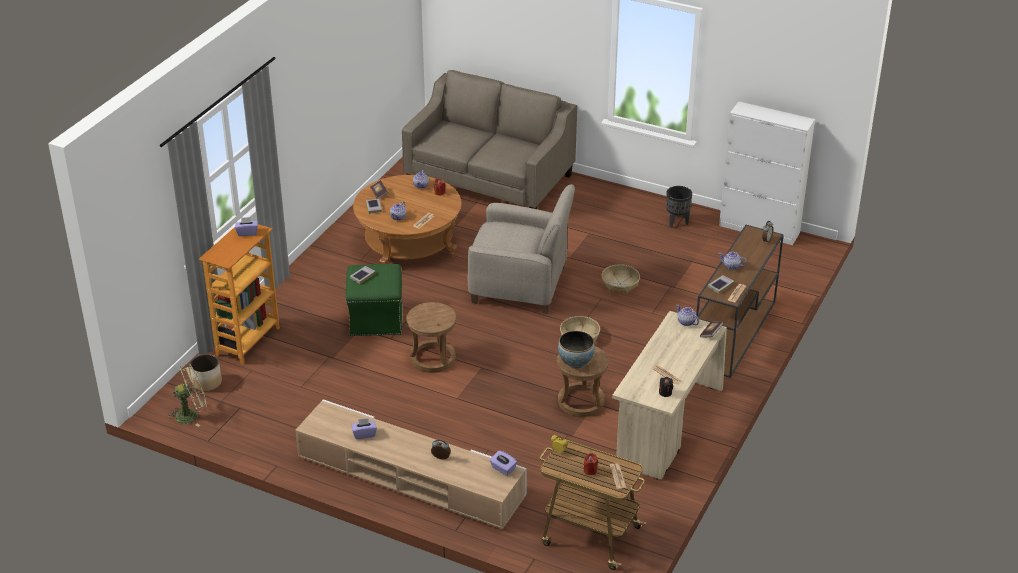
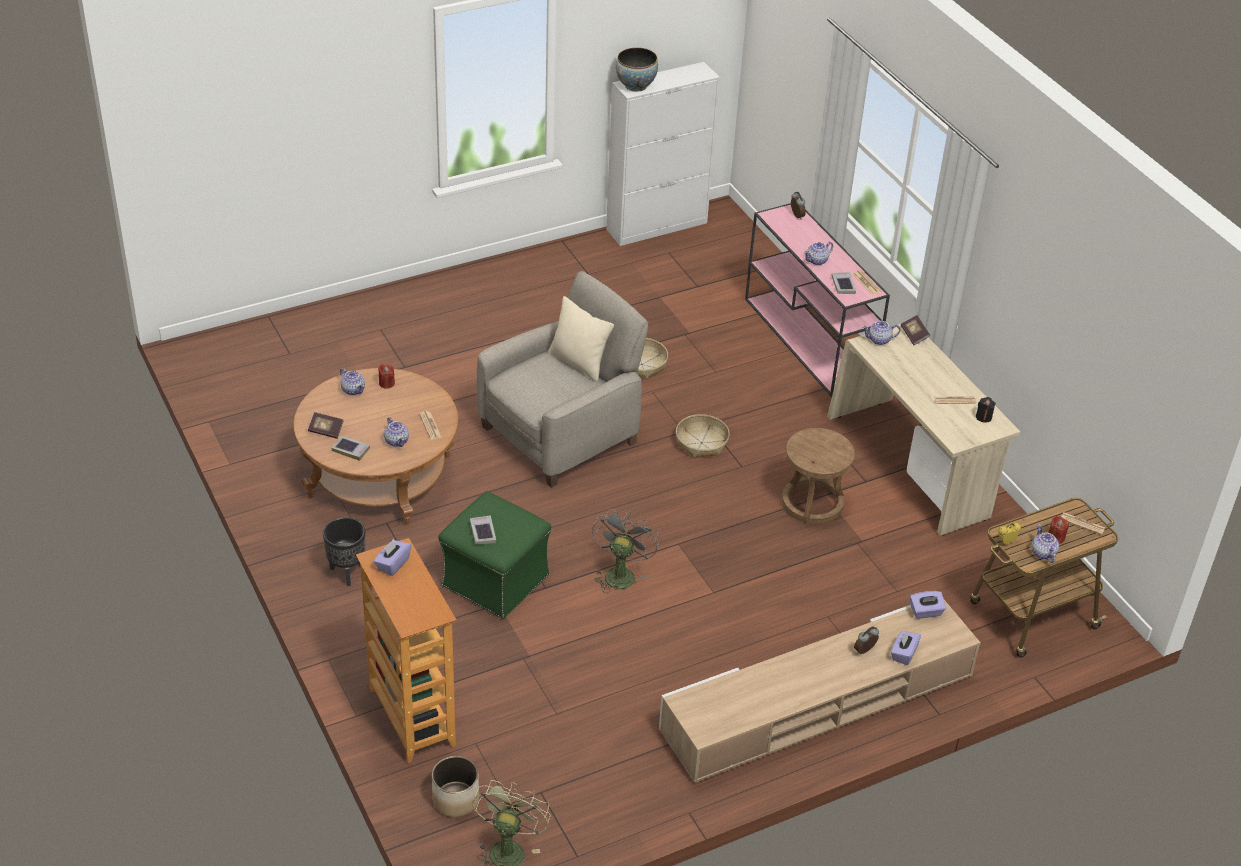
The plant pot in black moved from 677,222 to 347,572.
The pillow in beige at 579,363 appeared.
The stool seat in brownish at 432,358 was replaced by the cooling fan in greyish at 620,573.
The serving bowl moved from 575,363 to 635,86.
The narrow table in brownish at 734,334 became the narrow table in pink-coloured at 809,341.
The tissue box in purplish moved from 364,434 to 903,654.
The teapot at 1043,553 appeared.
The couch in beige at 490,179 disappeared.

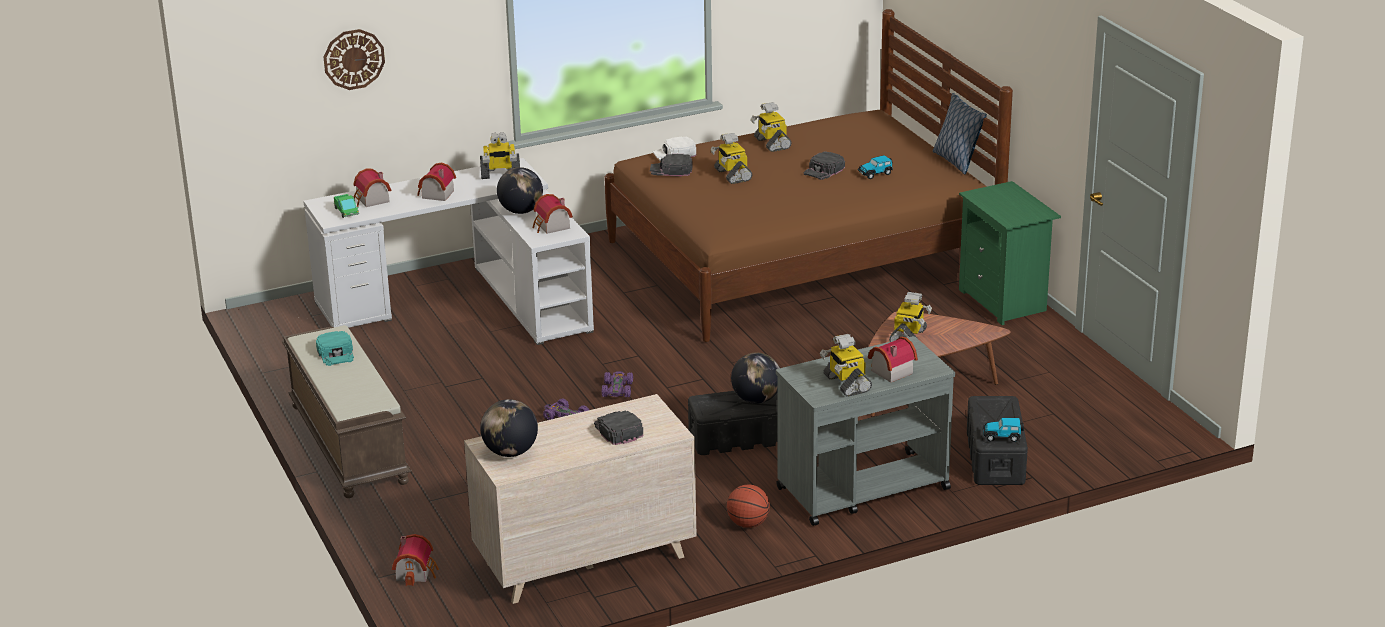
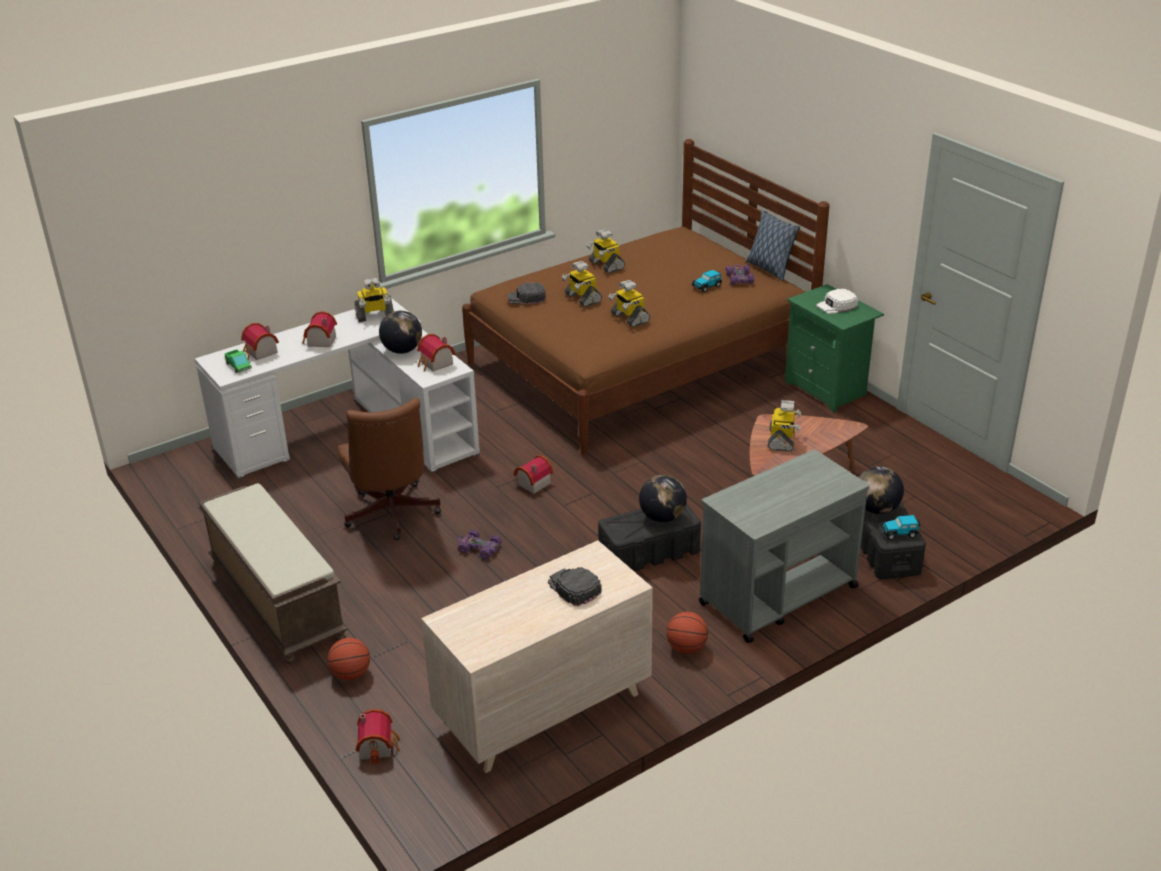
The basketball ball at 351,674 appeared.
The office chair in brownish at 391,516 appeared.
The model house moved from 889,371 to 531,484.
The toy robot moved from 846,383 to 629,318.
The model car in purplish moved from 617,389 to 739,278.
The baseball cap in white moved from 675,153 to 836,305.
The world globe moved from 510,452 to 876,509.
The baseball cap in turquoise at 336,353 disappeared.
The clock on the wall at 354,59 disappeared.
The baseball cap in black at 824,170 disappeared.

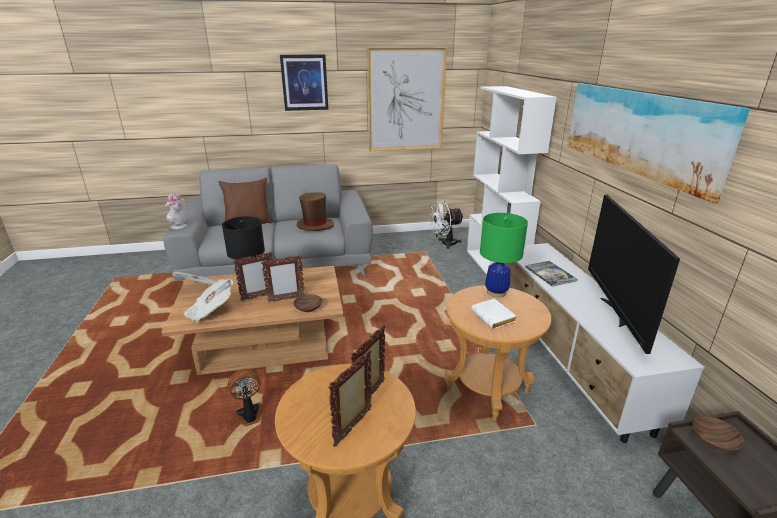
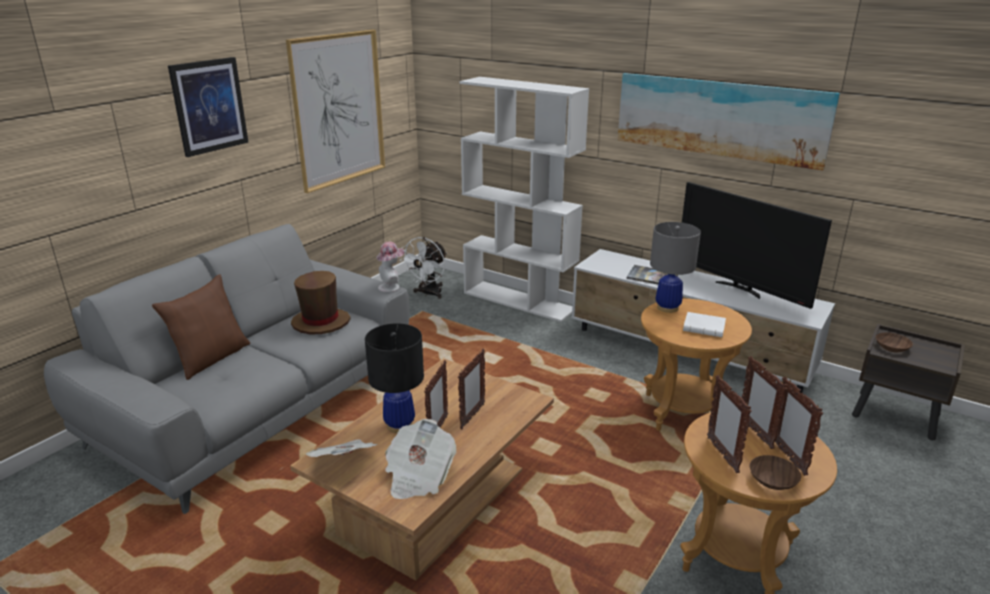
The hat moved from 180,226 to 391,287.
The lamp for a table in green-coloured at 496,292 became the lamp for a table in greyish at 667,308.
The picture frame at 722,455 appeared.
The serving bowl in brownish moved from 309,307 to 772,479.
The cooling fan at 249,416 disappeared.

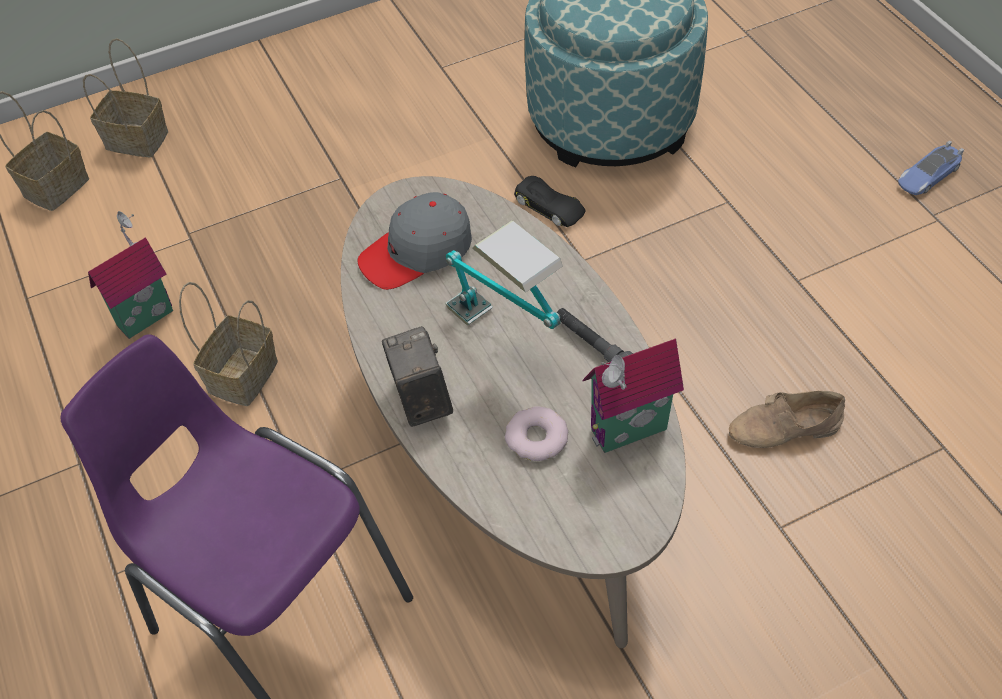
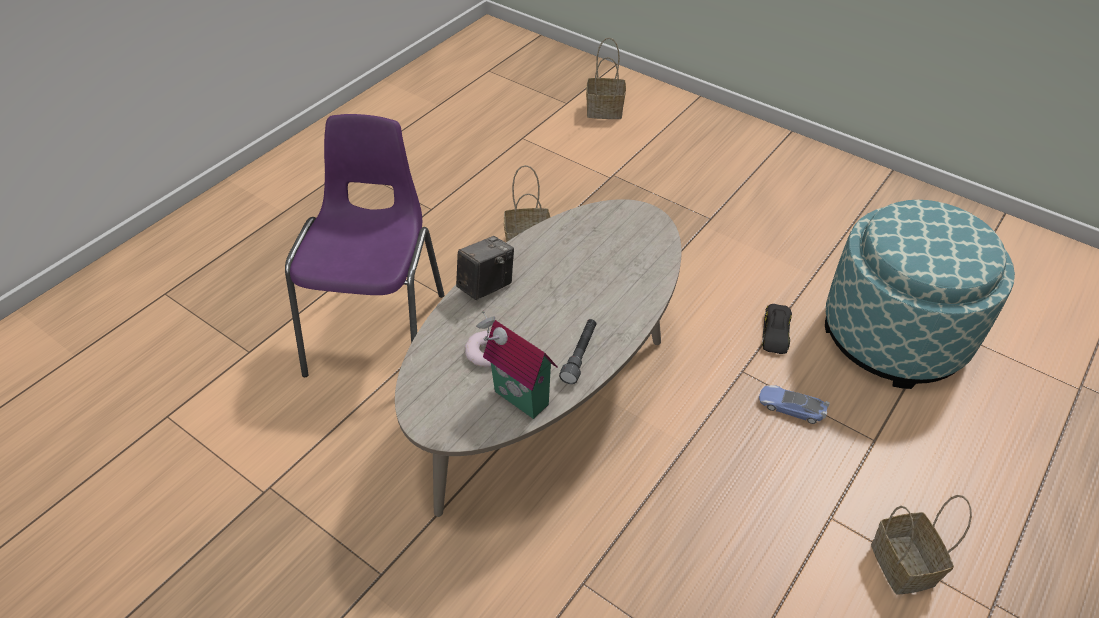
The model car moved from 928,175 to 791,407.
The storage basket moved from 134,140 to 900,562.
The model house at 143,315 disappeared.
The baseball cap in greyish at 417,252 disappeared.
The lamp for a table at 505,339 disappeared.
The item of footwear in beige at 785,430 disappeared.

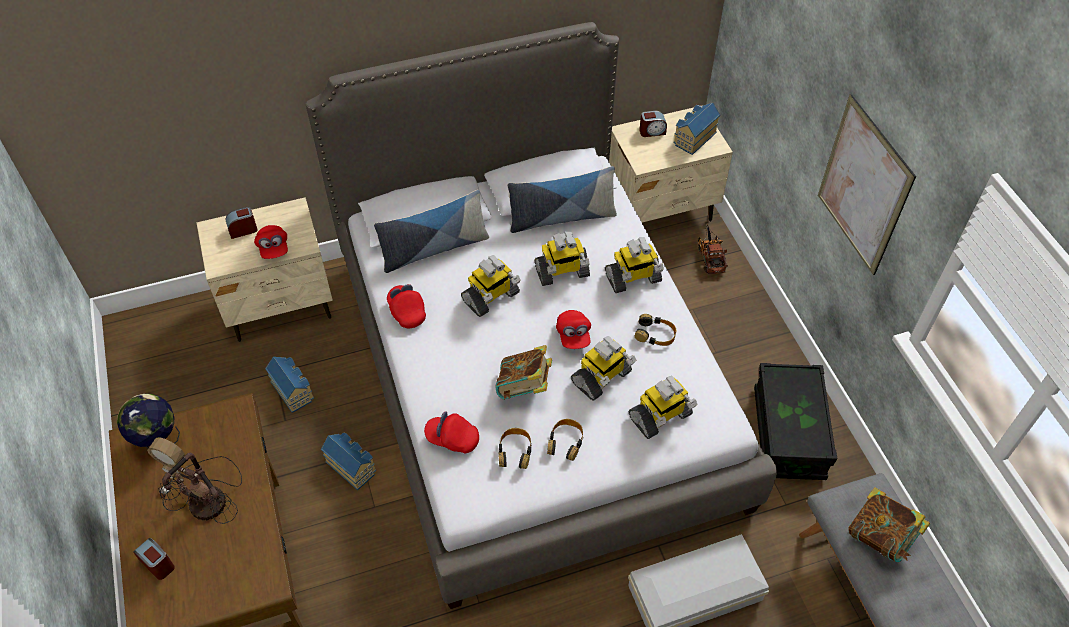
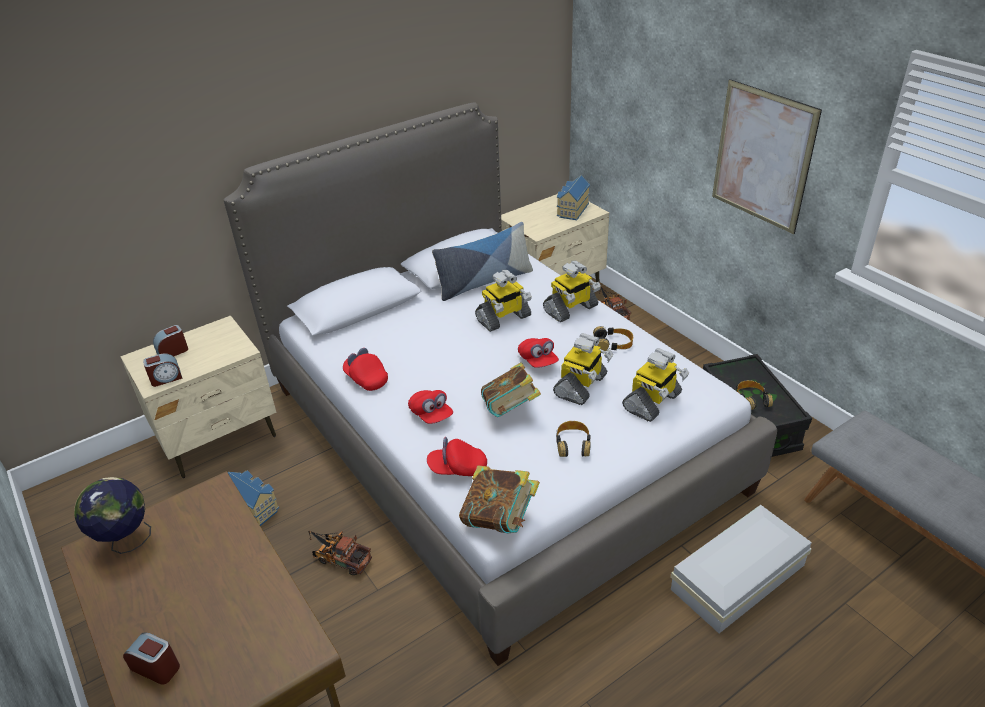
The table clock moved from 652,131 to 166,378.
The model house at 351,466 was replaced by the model truck at 339,558.
The baseball cap in reddish moved from 273,248 to 431,415.
The bound book moved from 881,537 to 499,519.
The headset moved from 515,451 to 752,399.
The lamp for a table at 209,506 disappeared.
The pillow at 434,249 disappeared.
The toy robot at 491,297 disappeared.

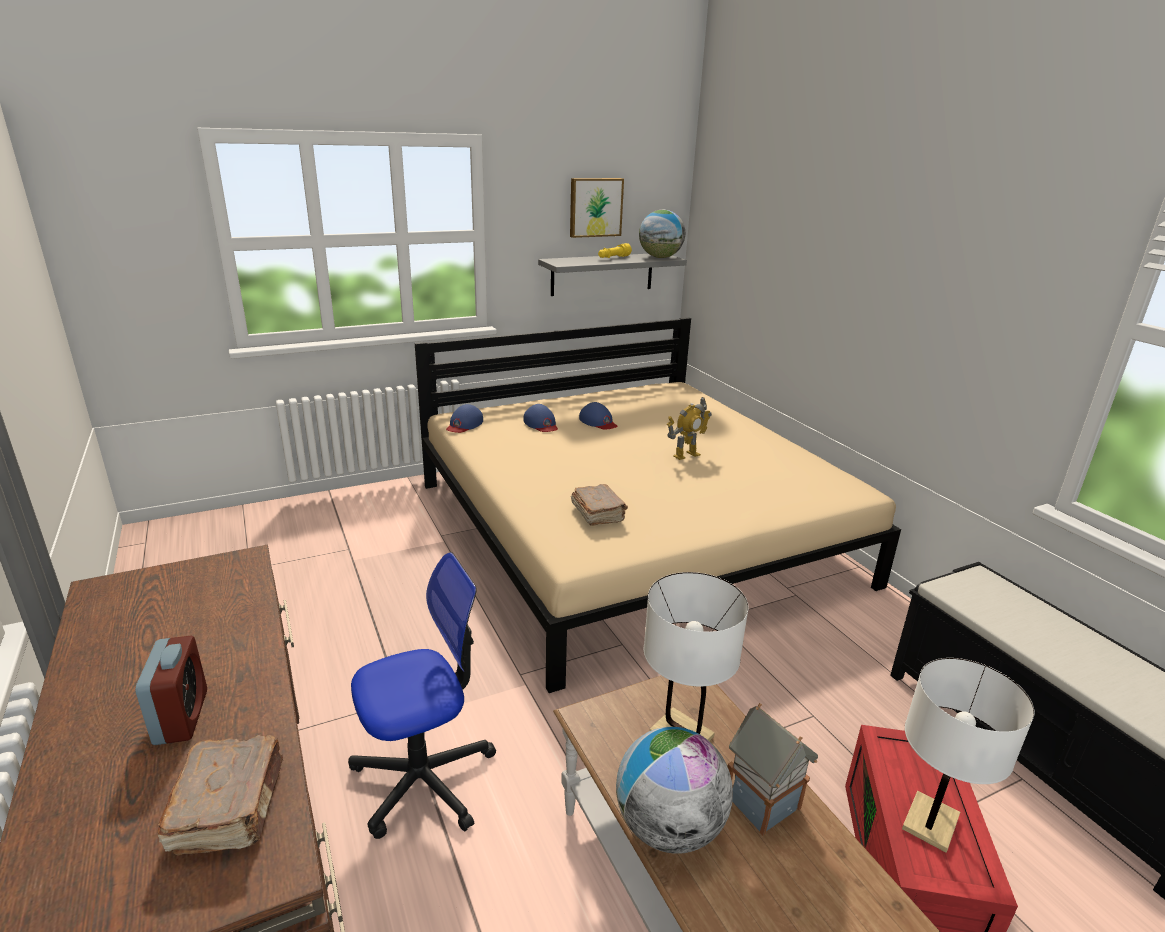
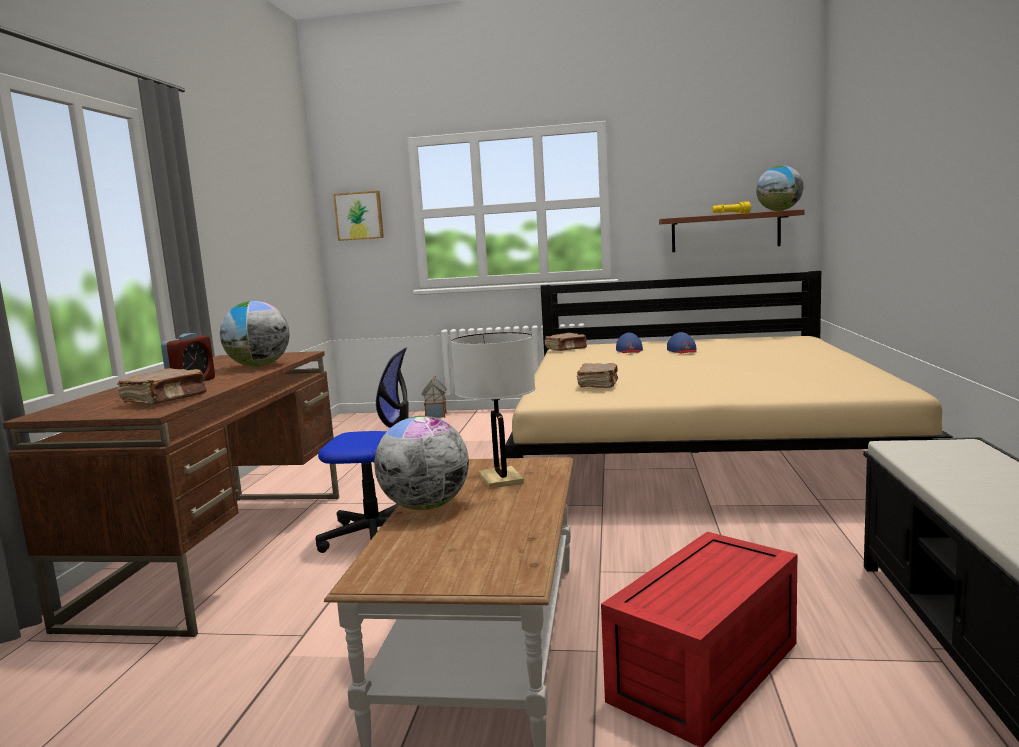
The world globe at 259,366 appeared.
The wall picture moved from 595,207 to 359,216.
The model house moved from 764,803 to 436,416.
The baseball cap in bluish at 464,424 was replaced by the bound book in brownish at 566,349.
The shelf in greyish at 602,274 became the shelf in brownish at 725,232.
The toy robot at 686,455 disappeared.
The lamp for a table in white at 930,822 disappeared.

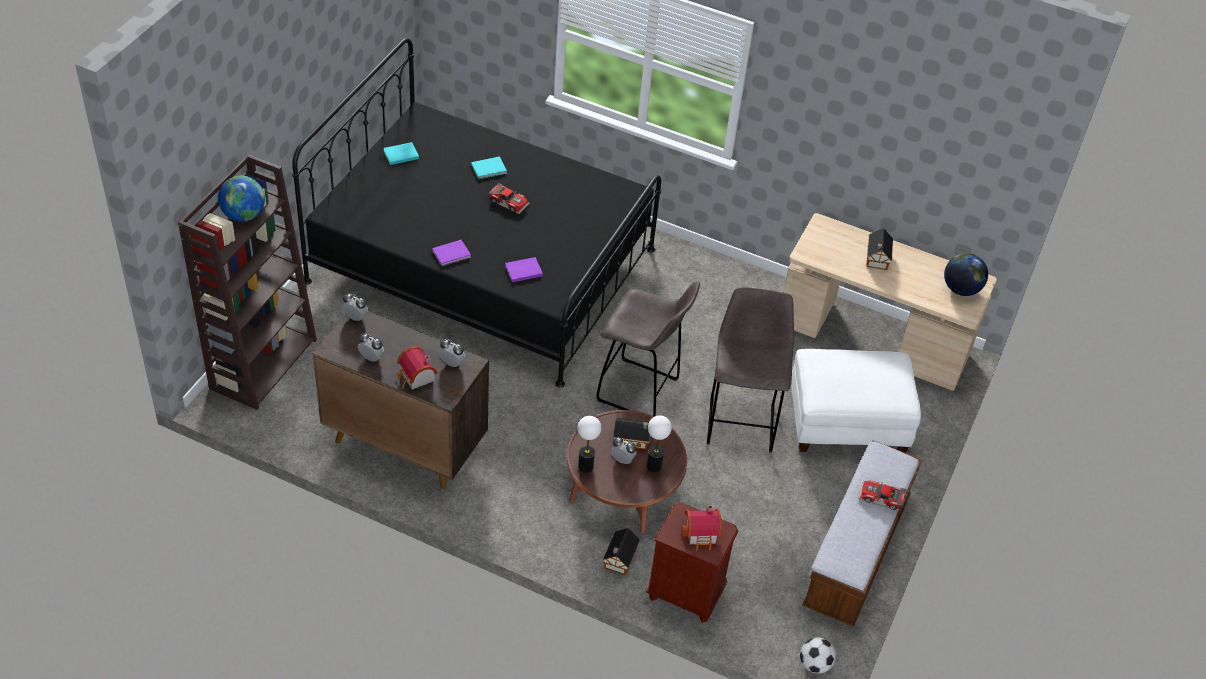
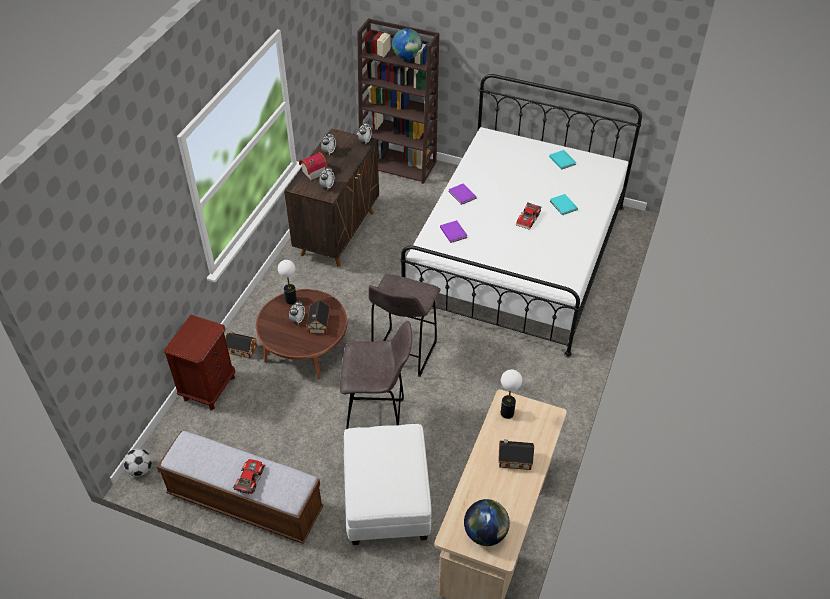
The sleeping bed in black at 482,265 became the sleeping bed in white at 517,254.
The lamp for a table moved from 653,466 to 507,413.
The model house at 702,535 disappeared.

